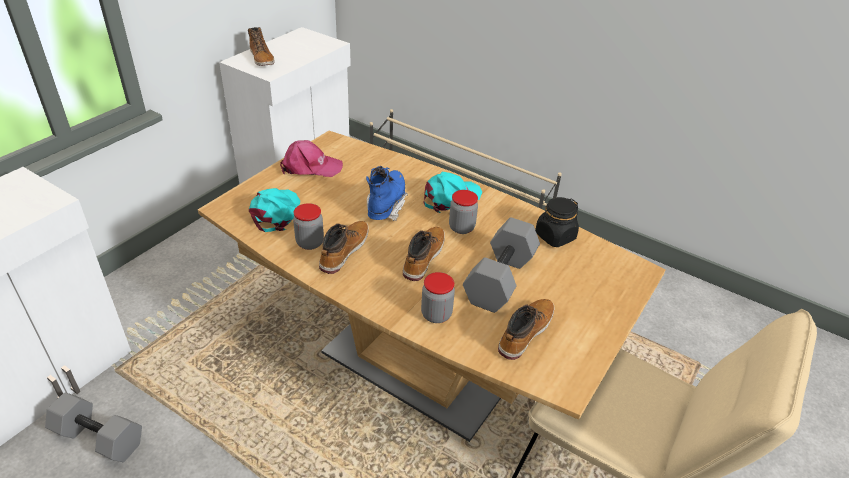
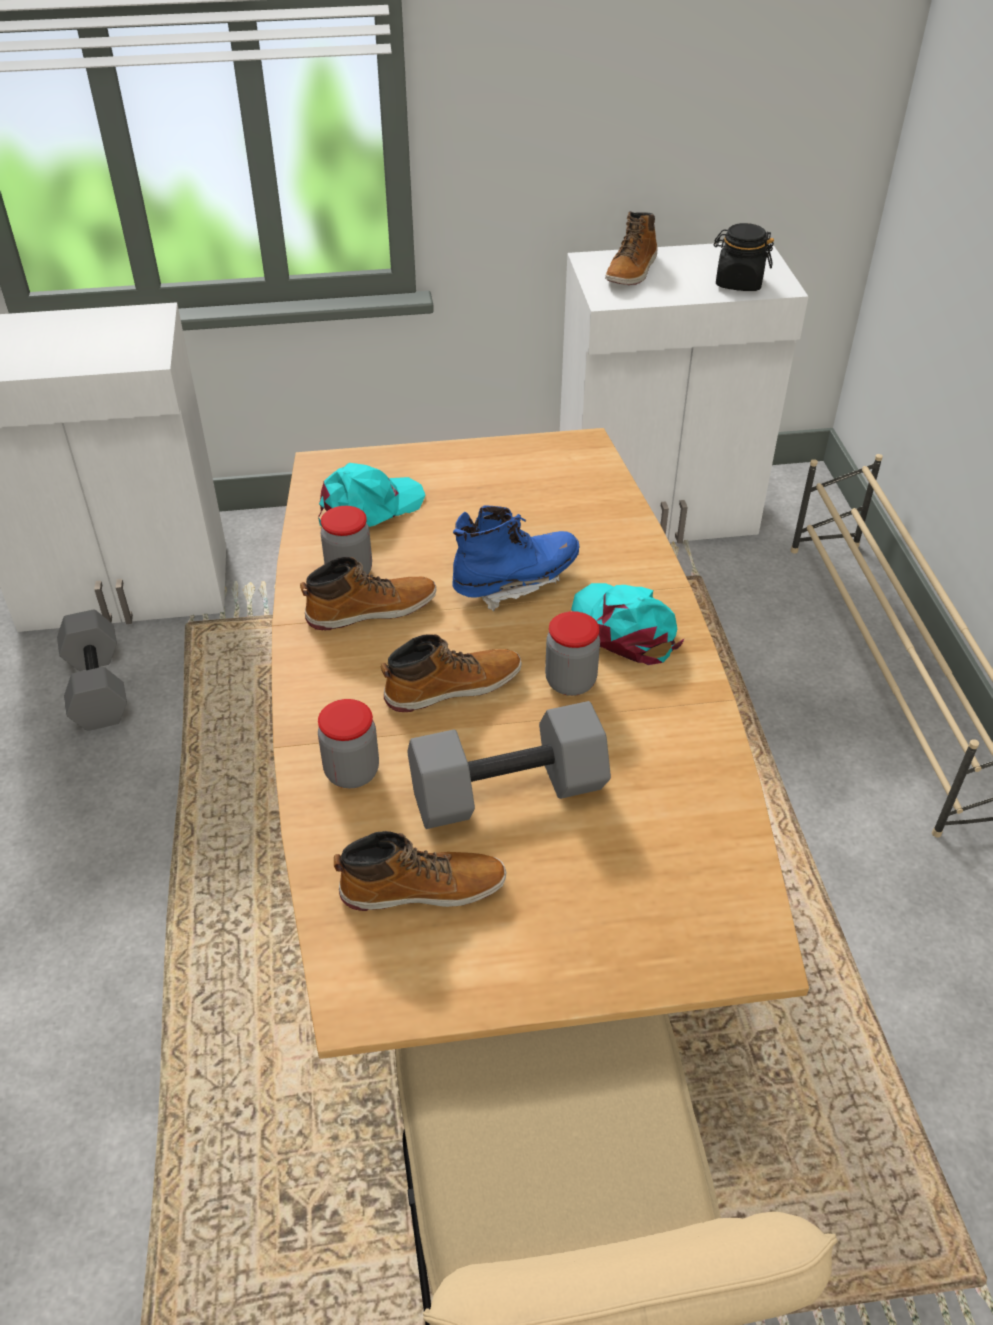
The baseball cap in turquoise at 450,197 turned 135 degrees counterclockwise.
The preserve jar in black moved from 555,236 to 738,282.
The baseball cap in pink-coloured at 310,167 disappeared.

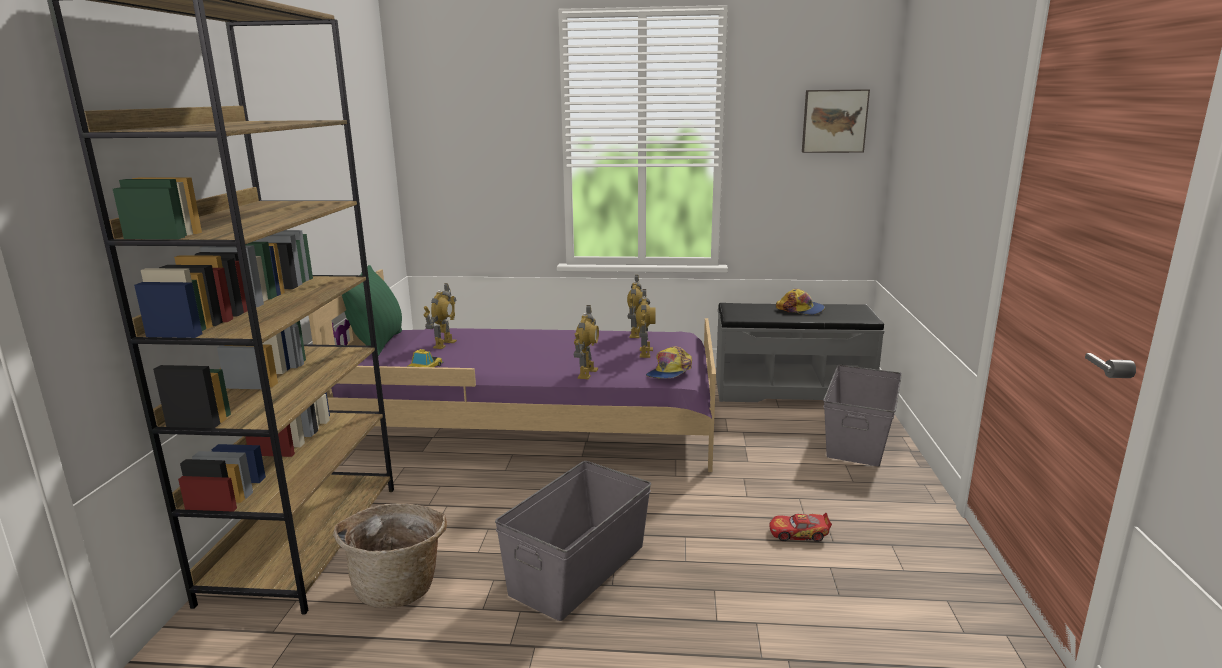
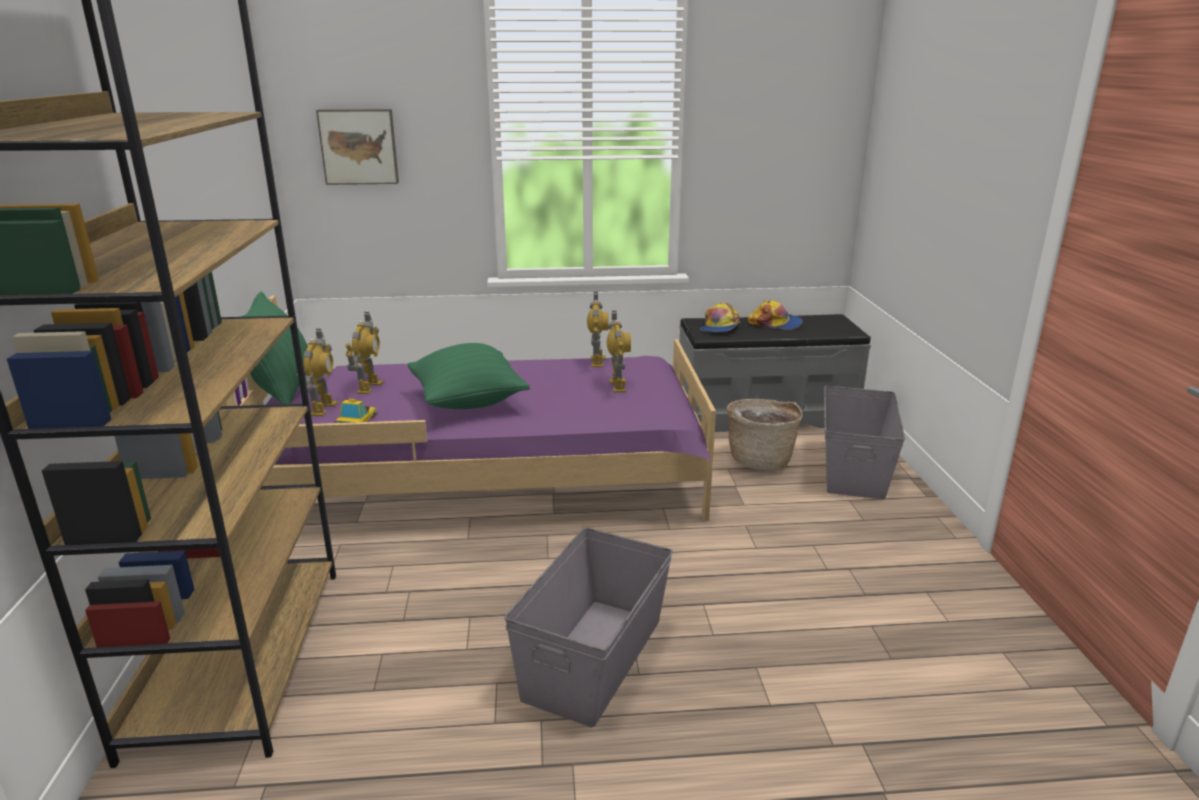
The toy robot moved from 587,373 to 323,408.
The wall picture moved from 834,121 to 359,146.
The pillow in green-coloured at 468,402 appeared.
The baseball cap moved from 669,372 to 719,327.
The storage basket moved from 399,586 to 760,459.
The model car at 798,533 disappeared.

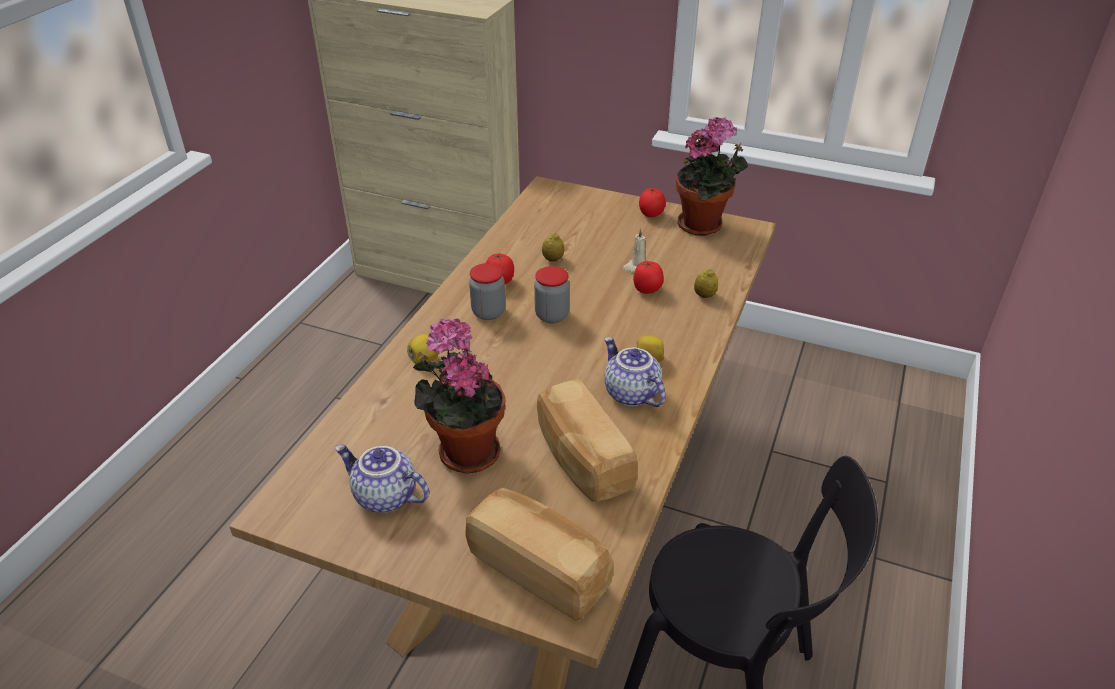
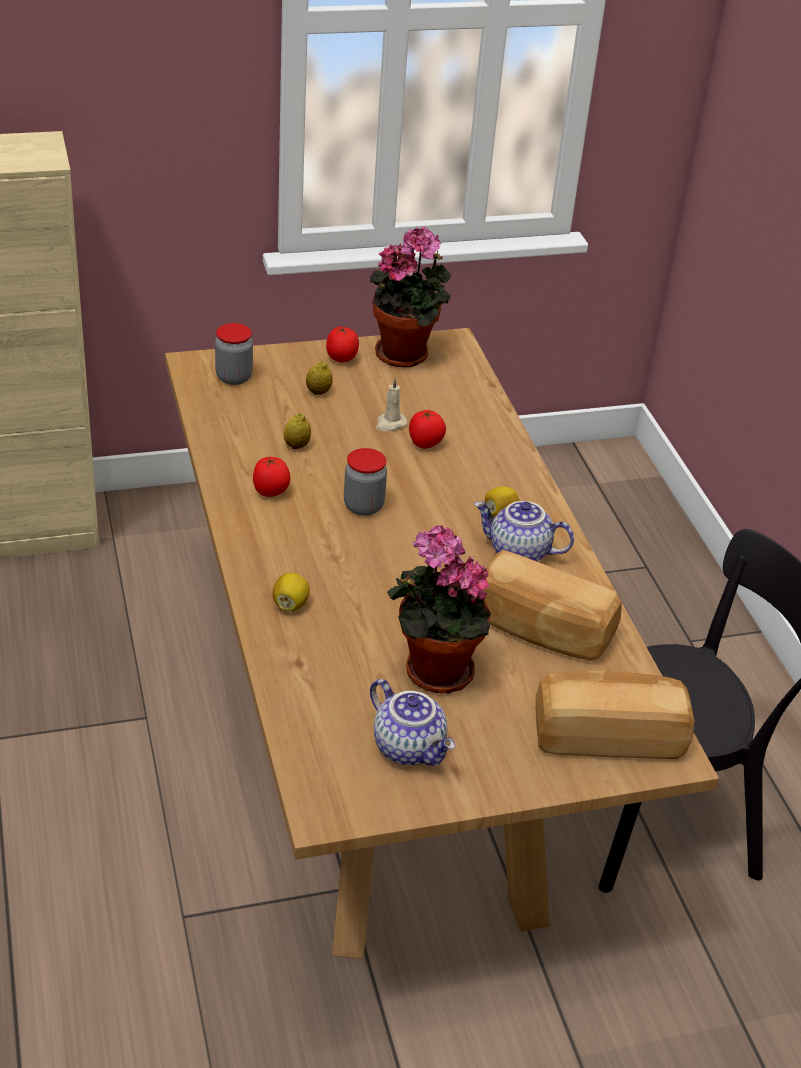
The preserve jar moved from 488,312 to 234,377.
The lemon moved from 704,295 to 318,392.
The teapot at 384,497 turned 120 degrees counterclockwise.

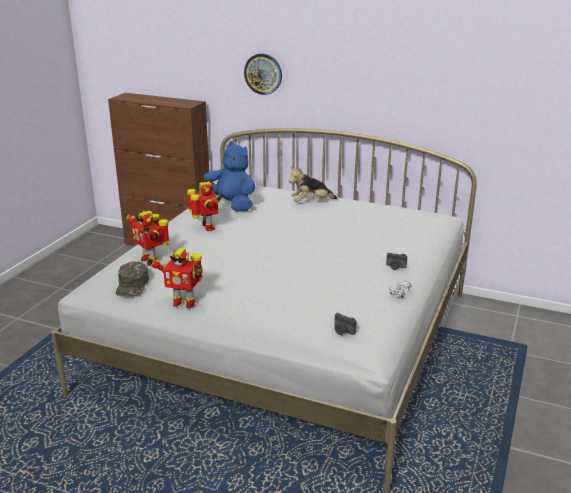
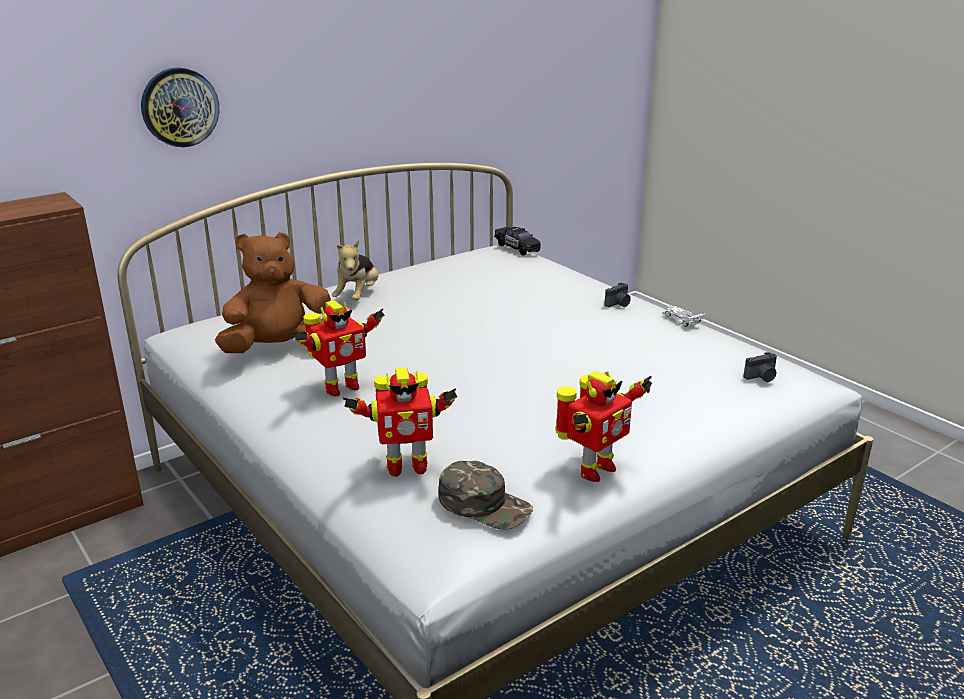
The soft toy in bluish at 230,205 became the soft toy in brownish at 279,349.
The toy robot at 207,227 turned 135 degrees clockwise.
The model car in black at 517,248 appeared.

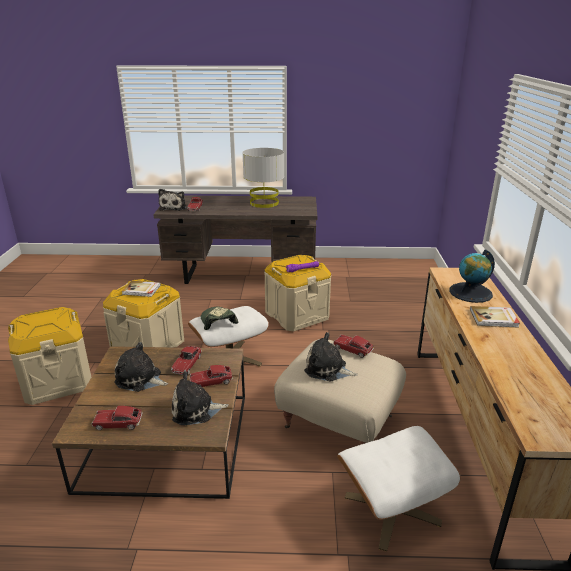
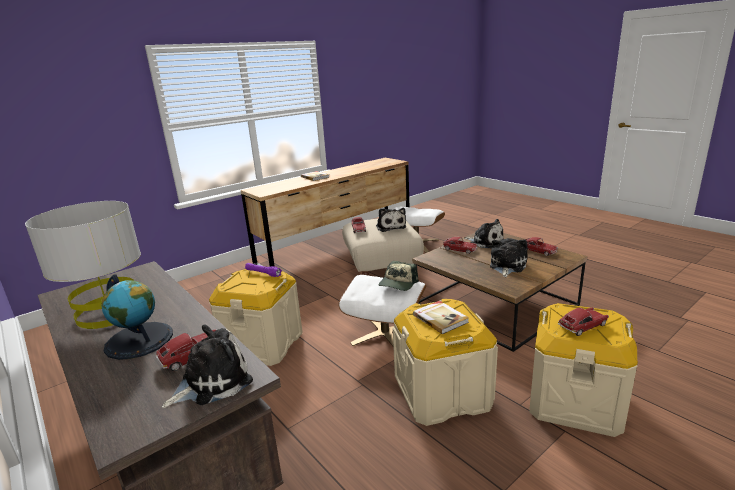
The world globe moved from 470,292 to 139,340.
The soft toy at 140,379 turned 135 degrees counterclockwise.
The model car moved from 187,364 to 582,326.

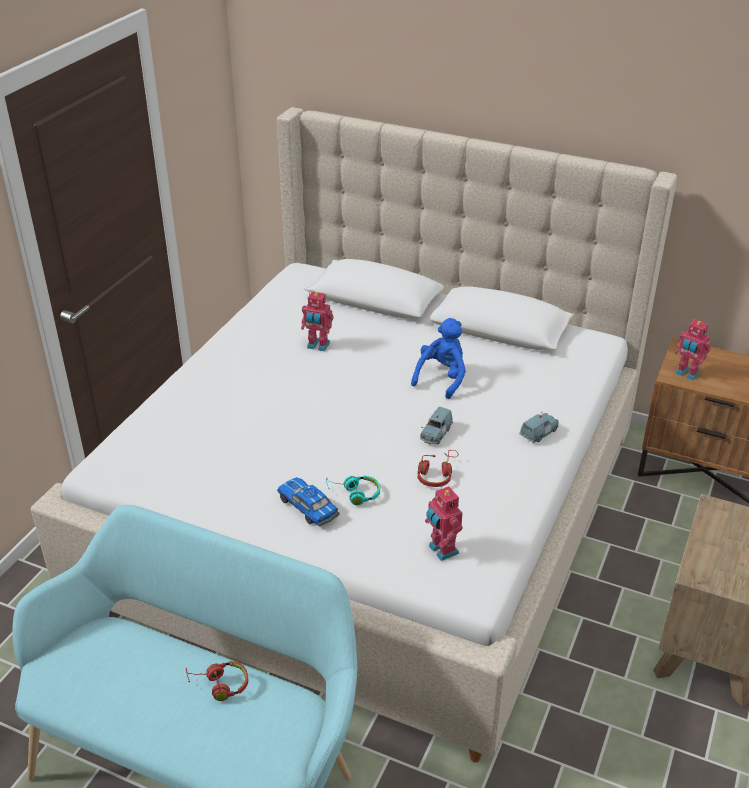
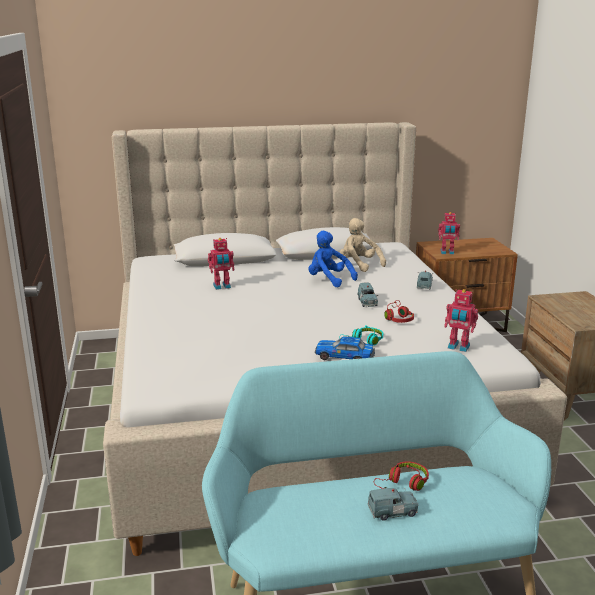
The soft toy in bluish at 442,378 turned 45 degrees counterclockwise.
The soft toy in beige at 359,265 appeared.
The model car in bluish at 393,512 appeared.

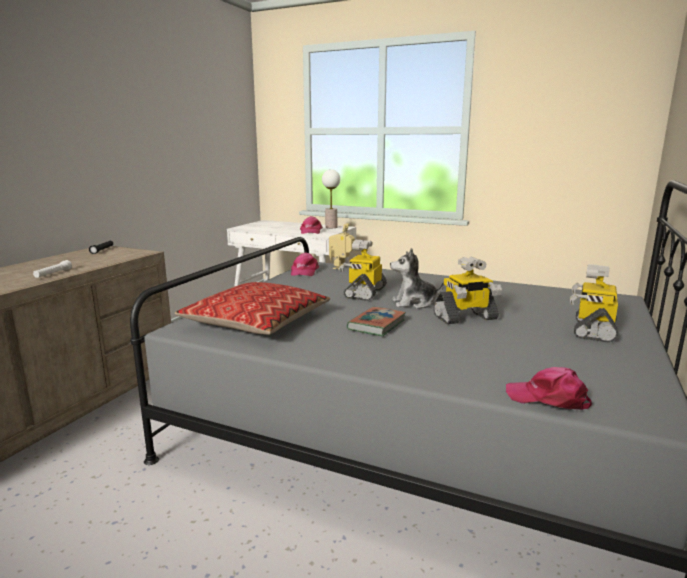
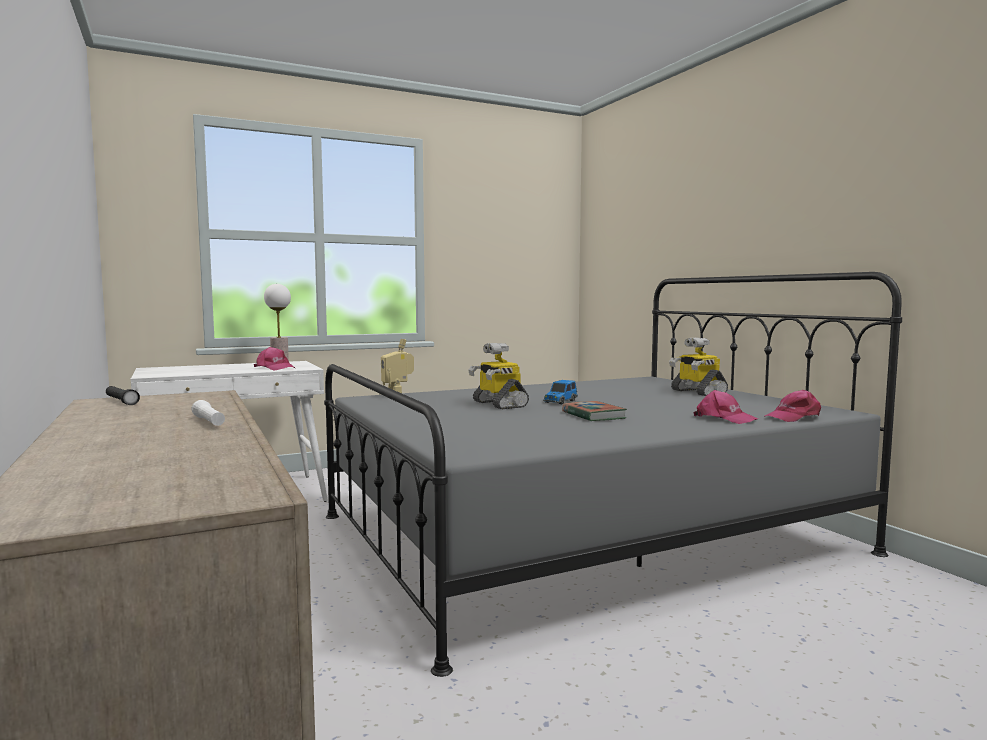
The soft toy at 414,303 was replaced by the model car at 560,402.
The baseball cap in pink-coloured moved from 304,272 to 724,418.
The pillow at 256,321 disappeared.
The toy robot at 465,318 disappeared.

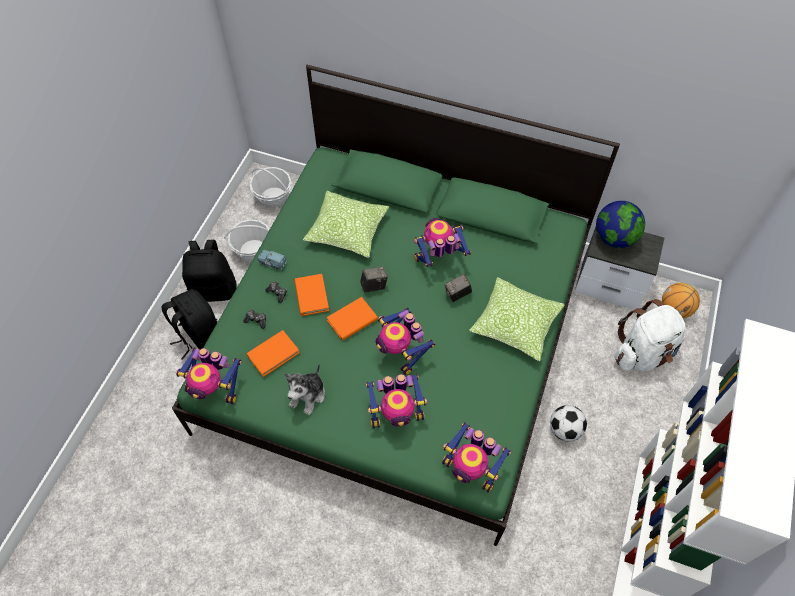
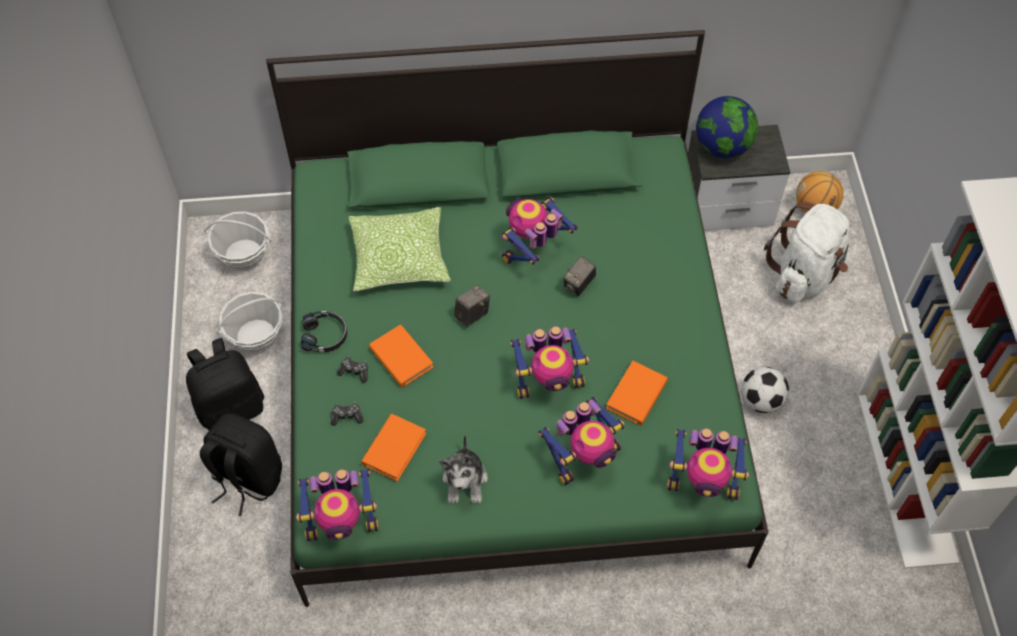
The model car in bluish at 272,262 was replaced by the headset in black at 325,335.
The toy robot at 401,352 turned 45 degrees counterclockwise.
The bound book in orange moved from 352,320 to 636,395.
The pillow at 515,324 disappeared.

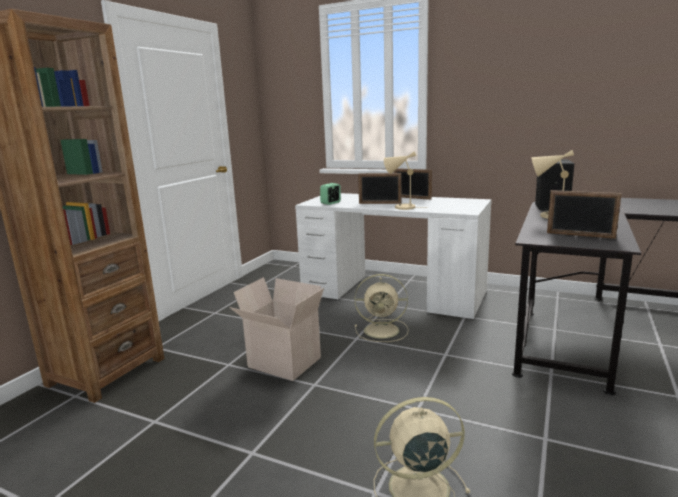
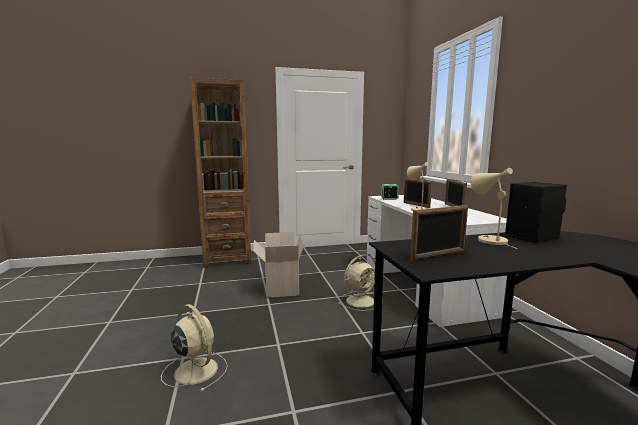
The cooling fan in beige at 383,330 turned 90 degrees counterclockwise.
The picture frame at 580,235 turned 105 degrees counterclockwise.

